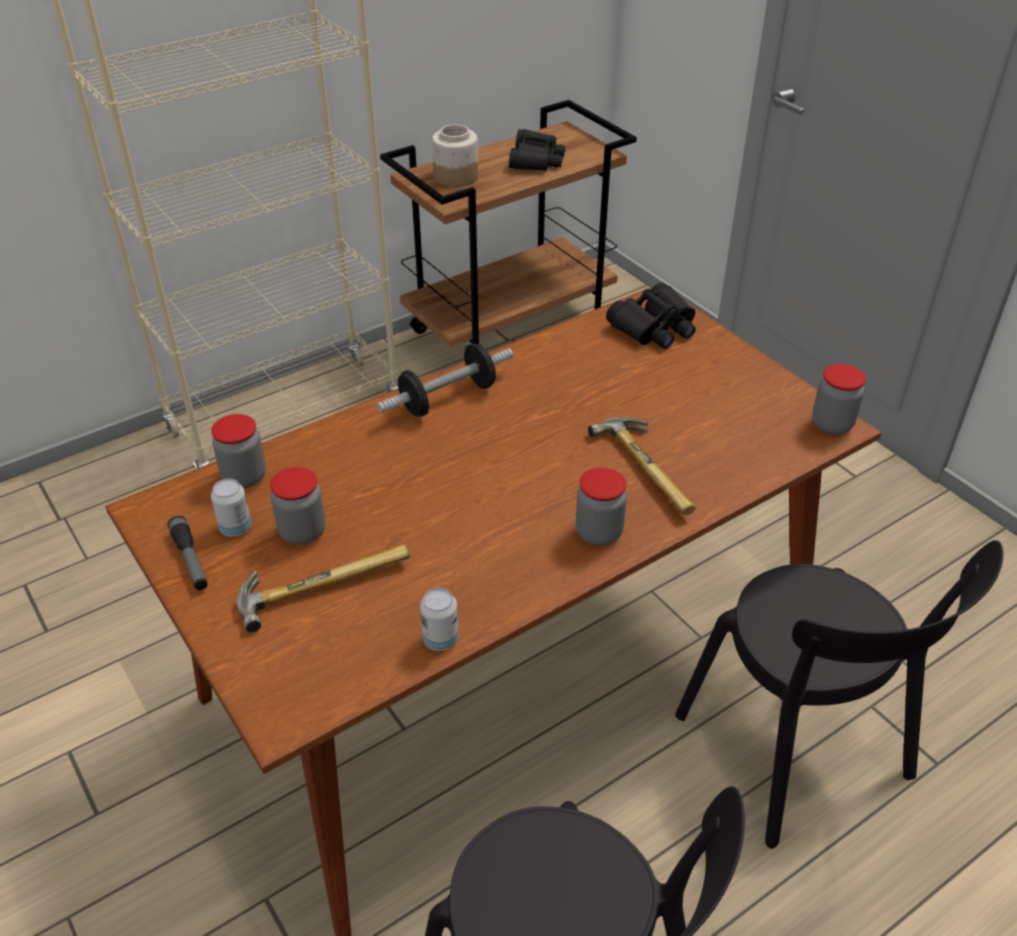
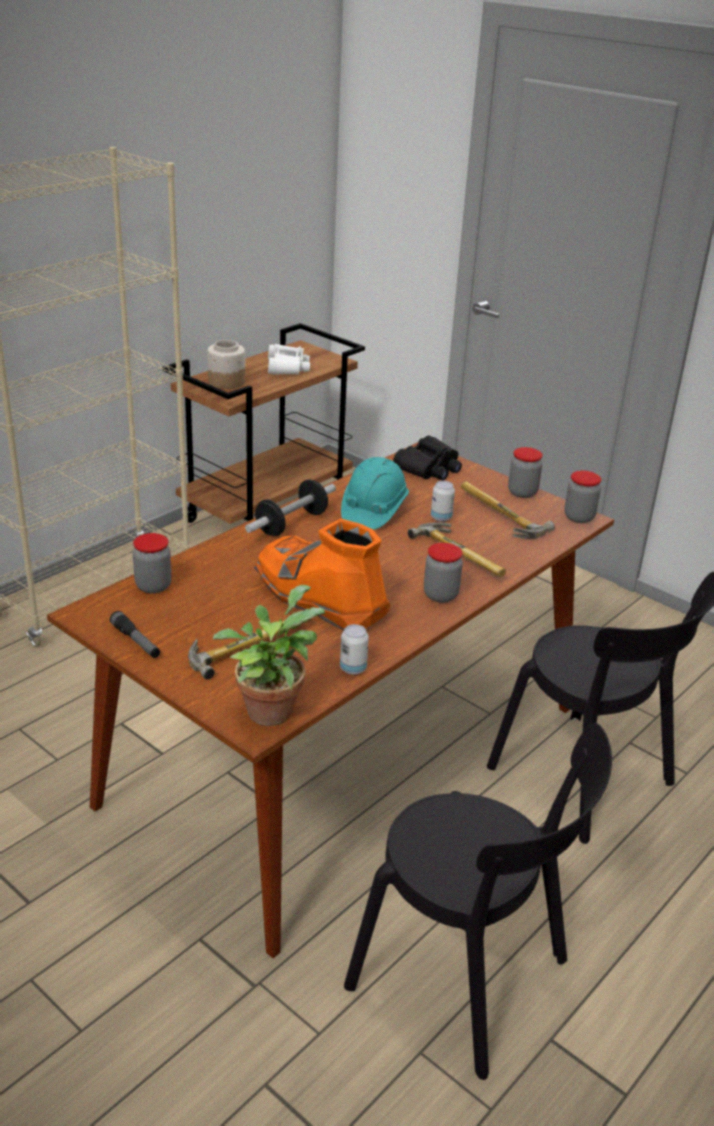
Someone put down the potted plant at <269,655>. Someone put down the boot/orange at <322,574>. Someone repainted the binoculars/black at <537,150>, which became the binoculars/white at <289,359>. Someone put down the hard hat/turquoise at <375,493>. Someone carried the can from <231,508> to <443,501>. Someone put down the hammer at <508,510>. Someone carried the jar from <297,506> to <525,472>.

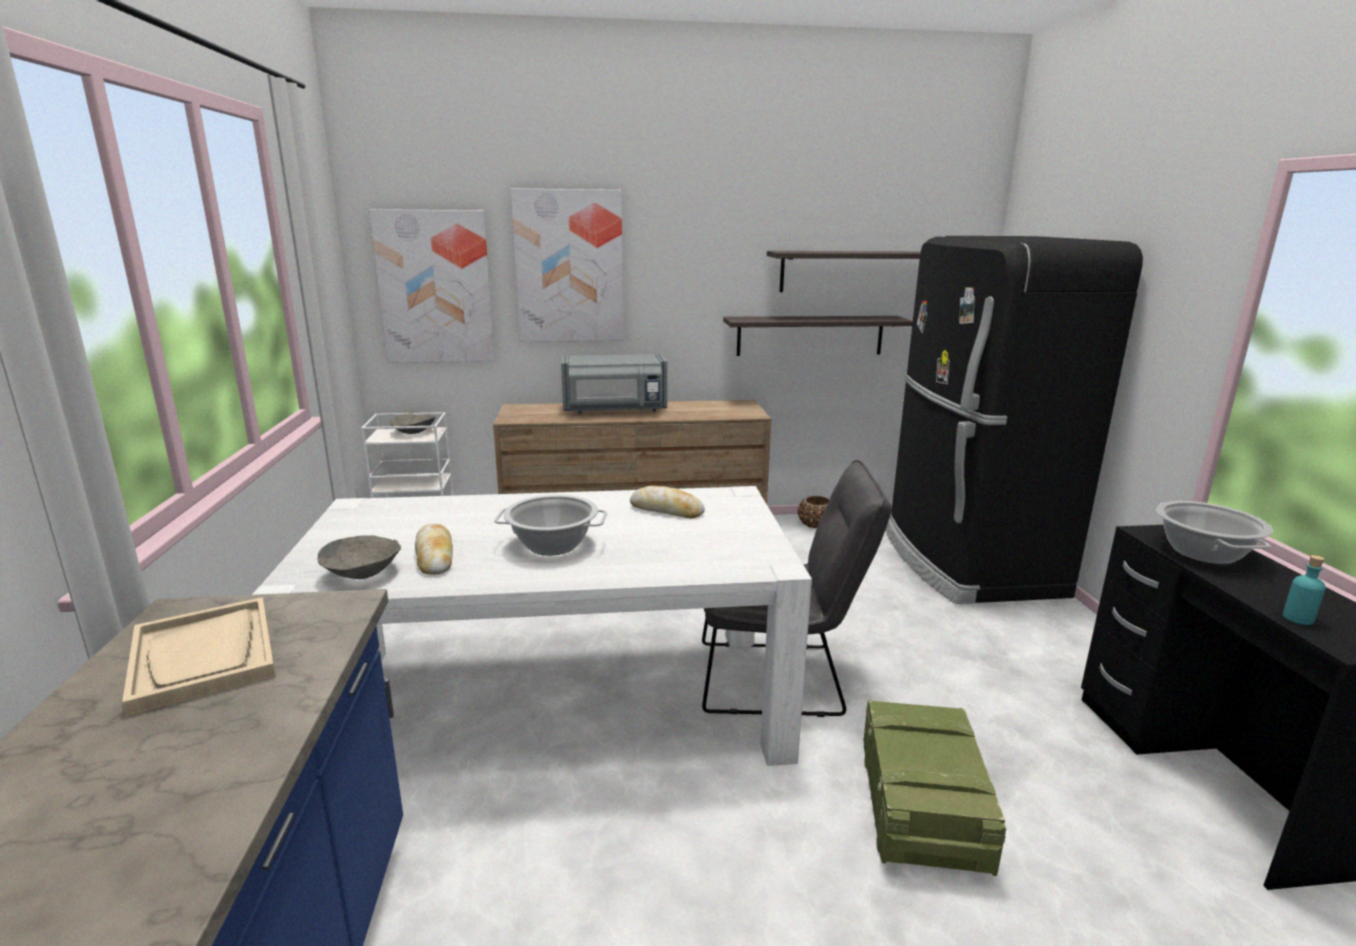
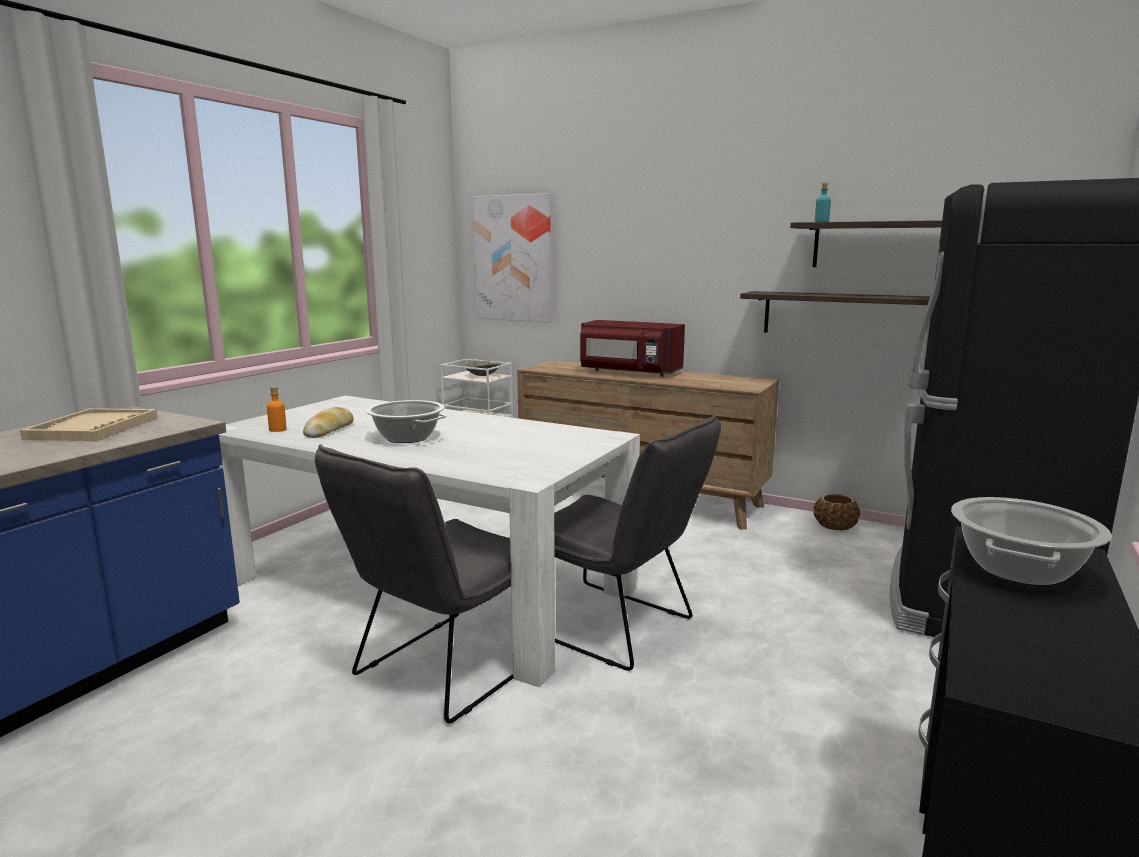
Someone swapped the bowl/grey at <359,557> for the bottle/orange at <277,409>. Someone put down the chair/grey at <414,584>. Someone repainted the microwave/grey at <614,384>, which became the microwave/red at <632,348>. Someone carried the bottle/turquoise from <1304,590> to <823,202>. Someone took away the picture at <567,265>. Someone took away the bread at <667,502>. Someone took away the crate at <934,788>.

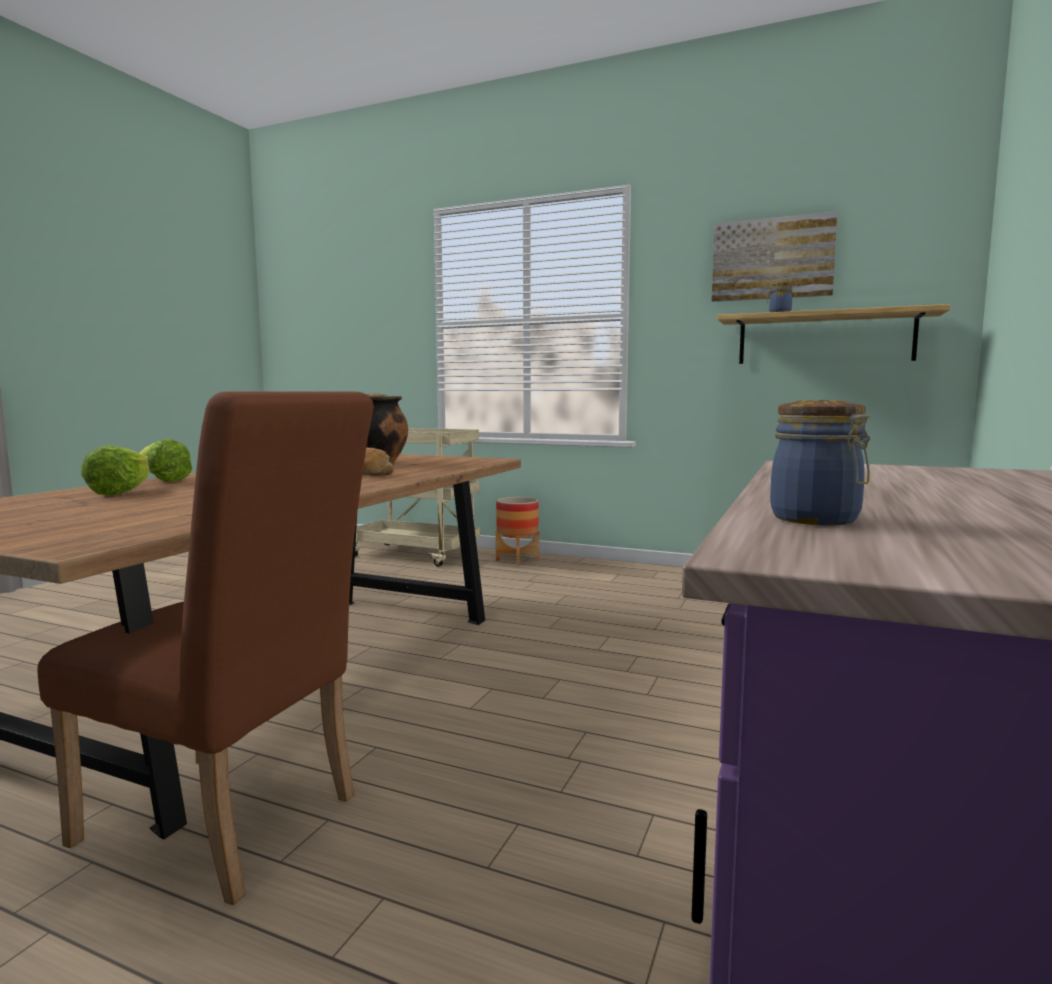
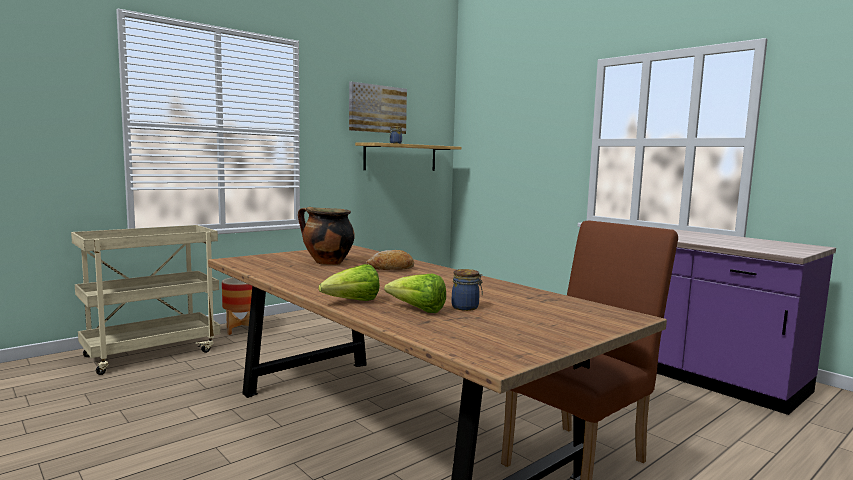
Someone carried the jar from <820,462> to <467,290>.

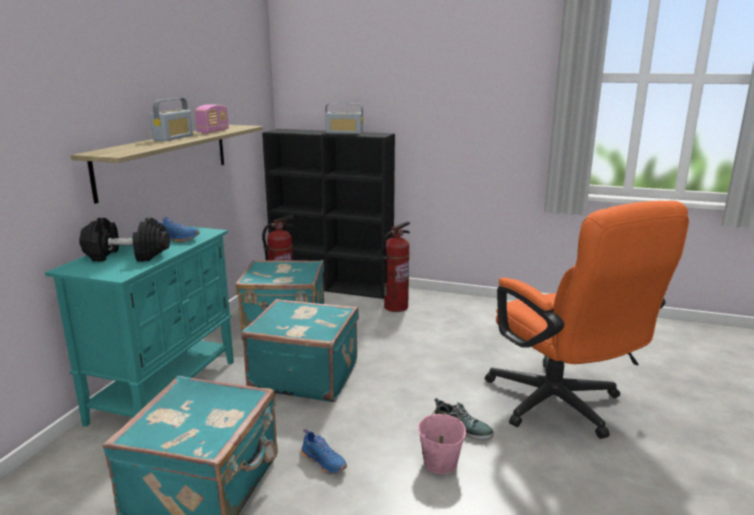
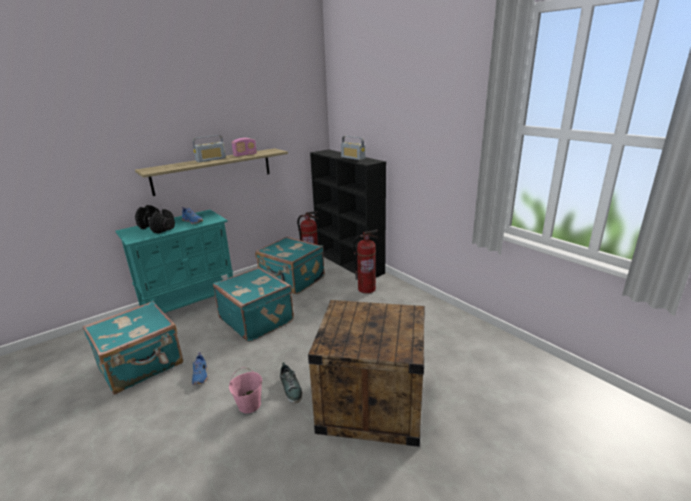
Someone swapped the office chair/orange at <587,320> for the crate at <366,373>.

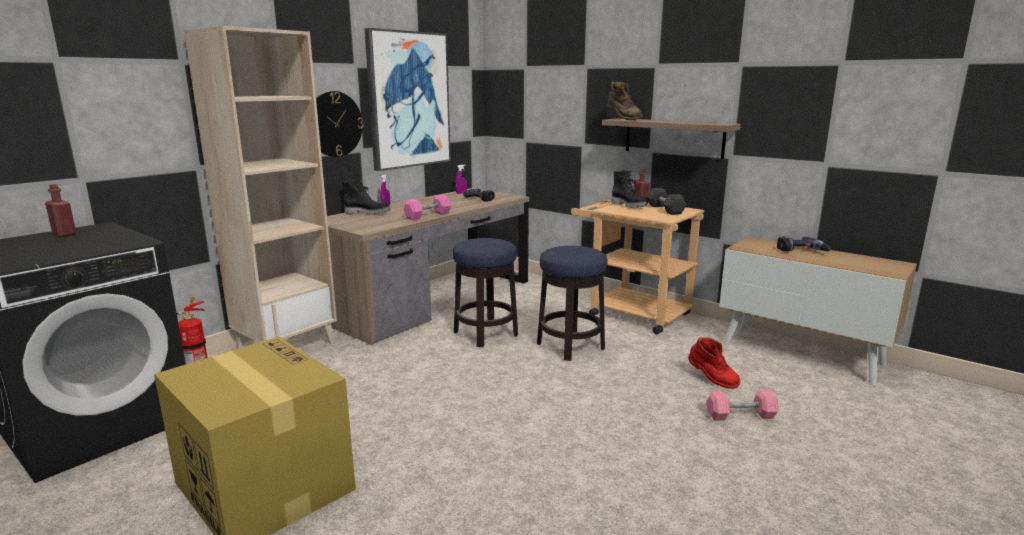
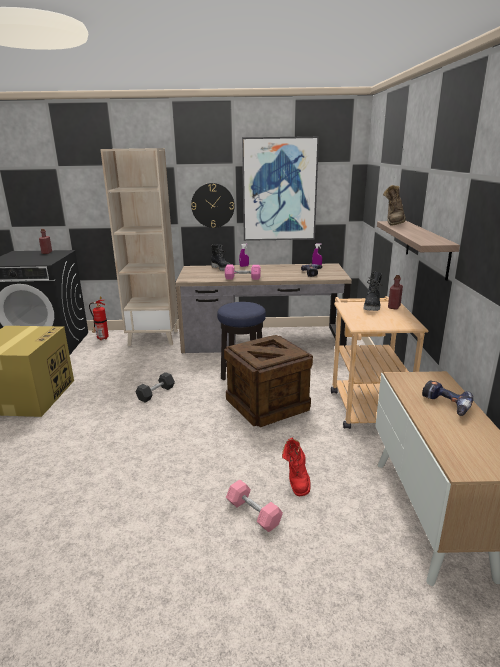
Someone carried the dumbbell/grey from <667,201> to <155,387>. Someone swapped the stool at <572,303> for the crate at <268,381>.

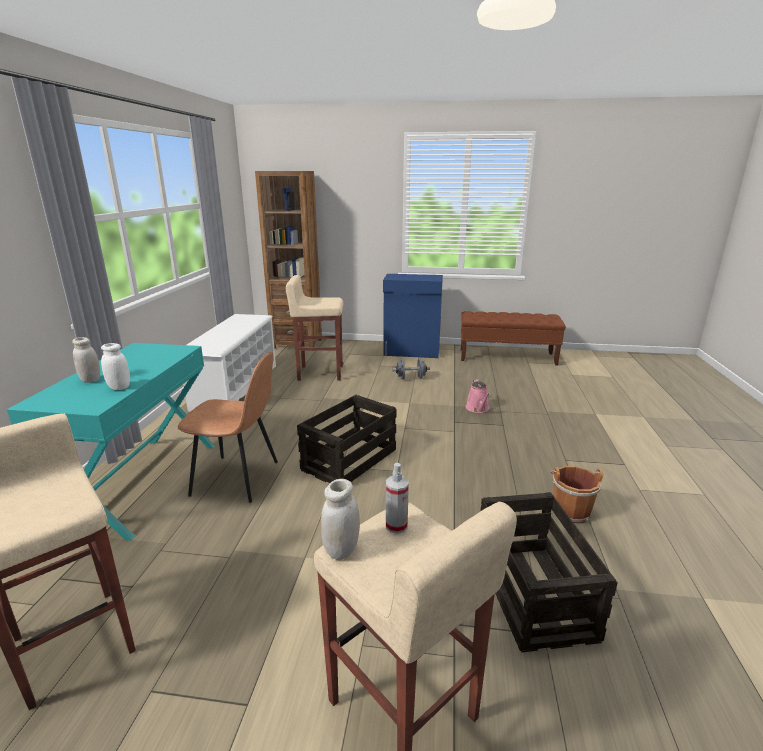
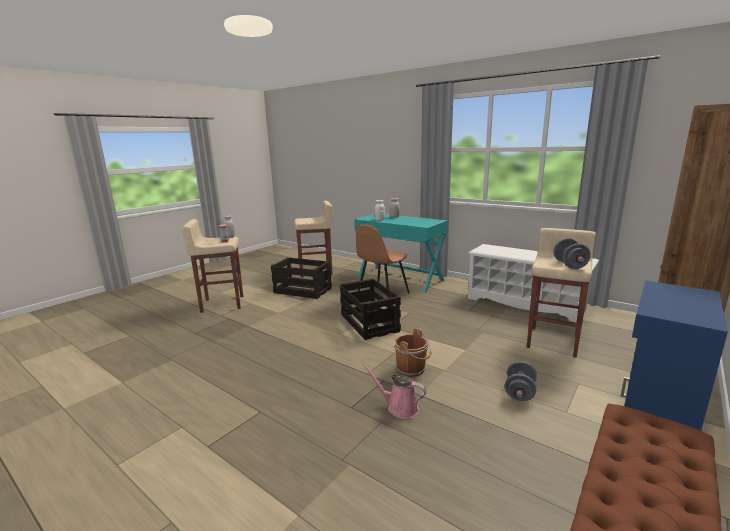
Someone carried the crate from <549,572> to <301,278>. Someone carried the bucket/brown from <577,494> to <413,352>. Someone put down the dumbbell/grey at <572,253>.

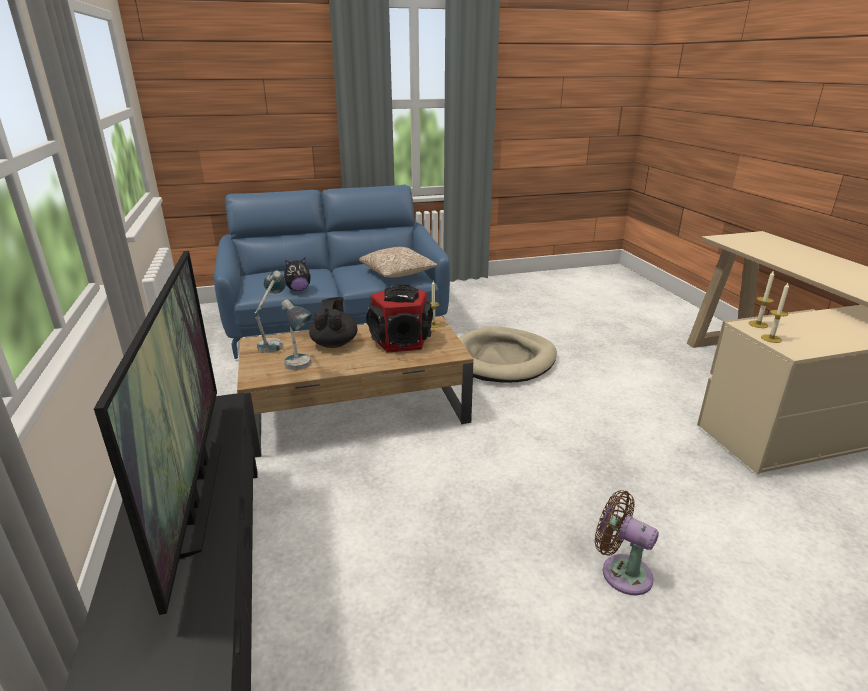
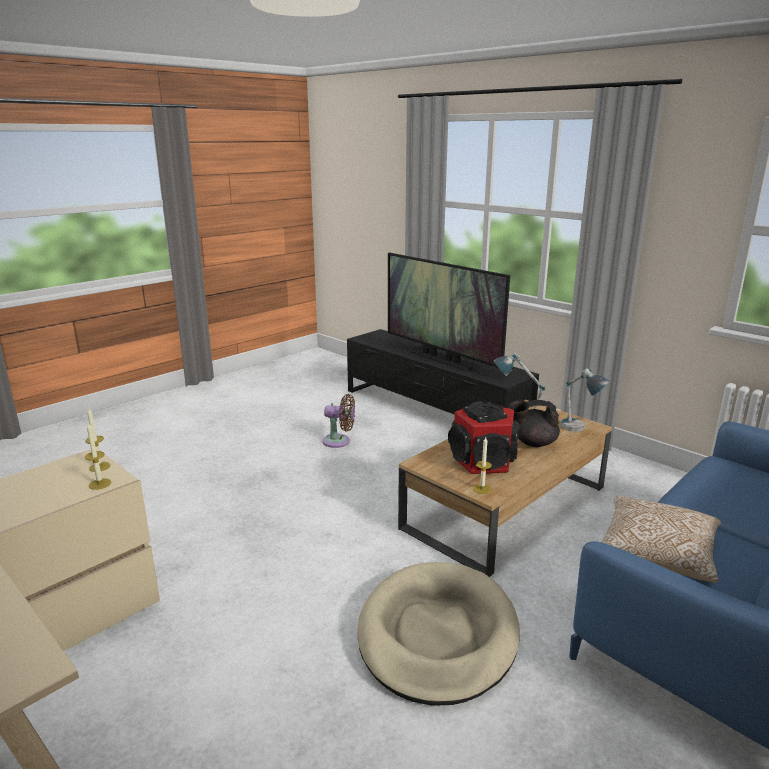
Someone carried the fan/brown from <627,542> to <339,421>. Someone rotated the teapot/black at <333,322> by 120 degrees clockwise. Someone took away the plush toy at <297,274>.

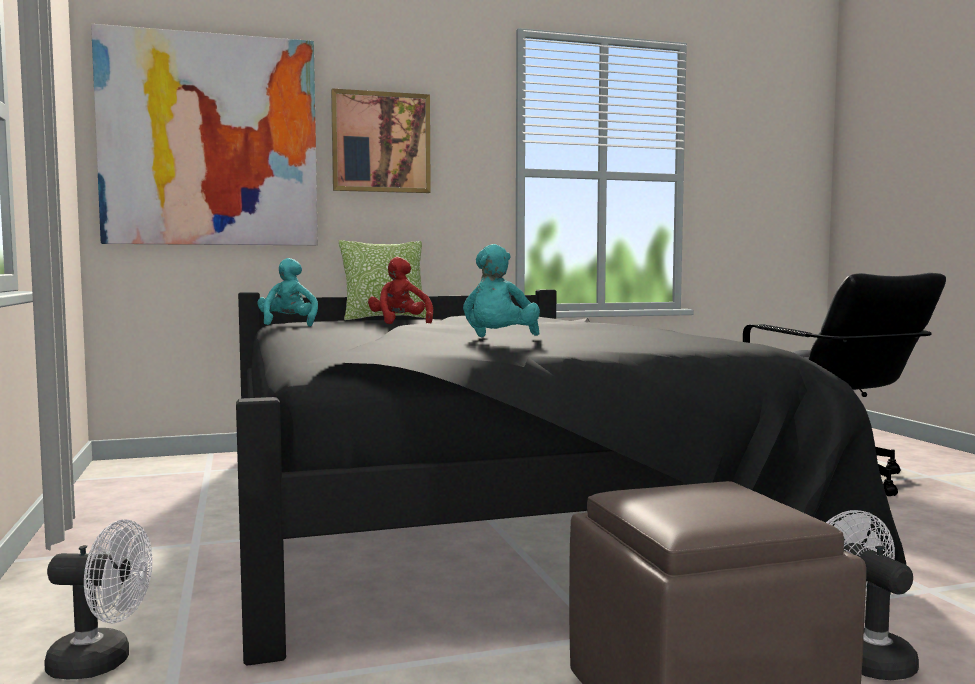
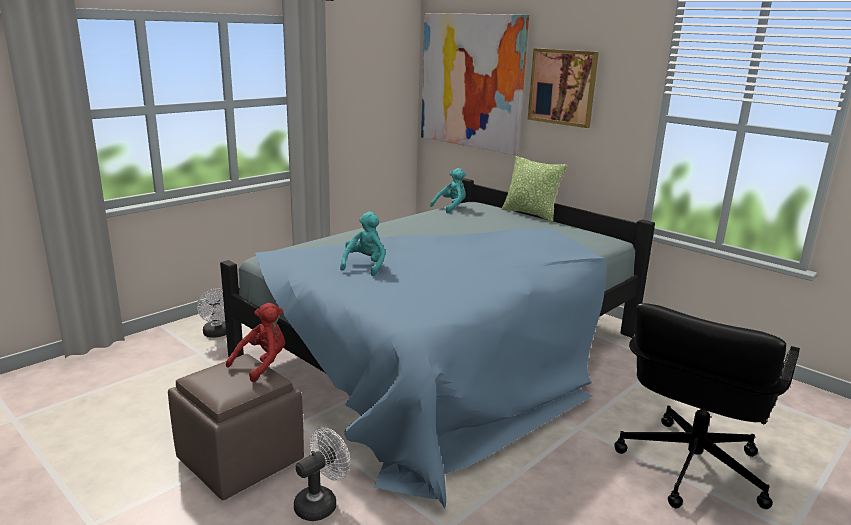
Someone repainted the bed/black at <571,478>, which became the bed/blue at <437,343>. Someone carried the plush toy/red from <400,290> to <255,342>. Someone rotated the plush toy/turquoise at <501,290> by 120 degrees clockwise.

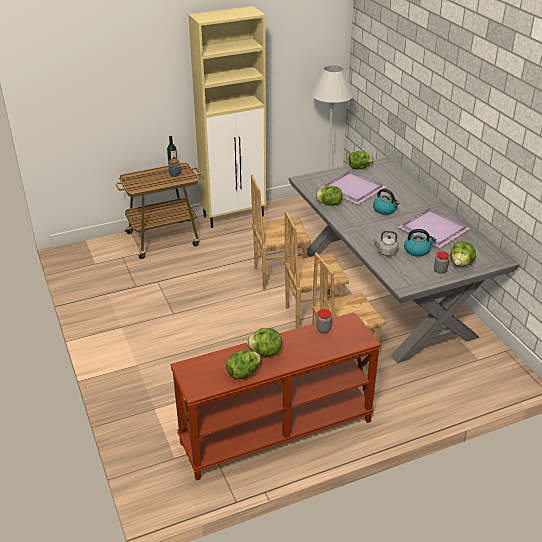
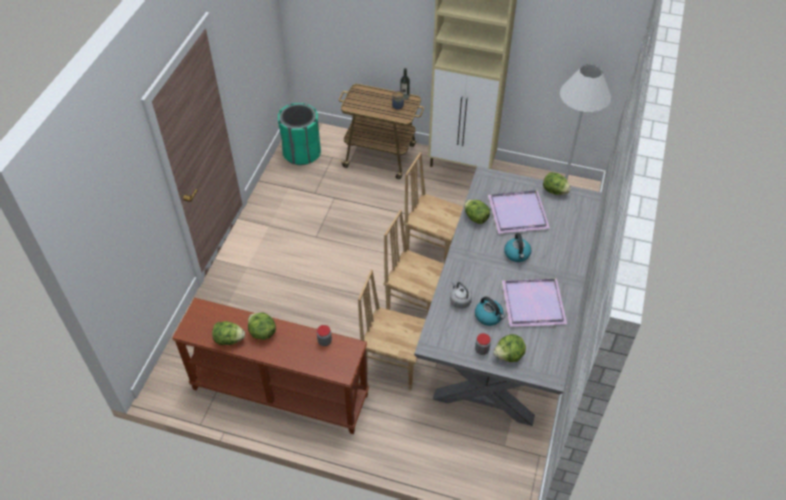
Someone put down the trash can/green at <299,134>.

